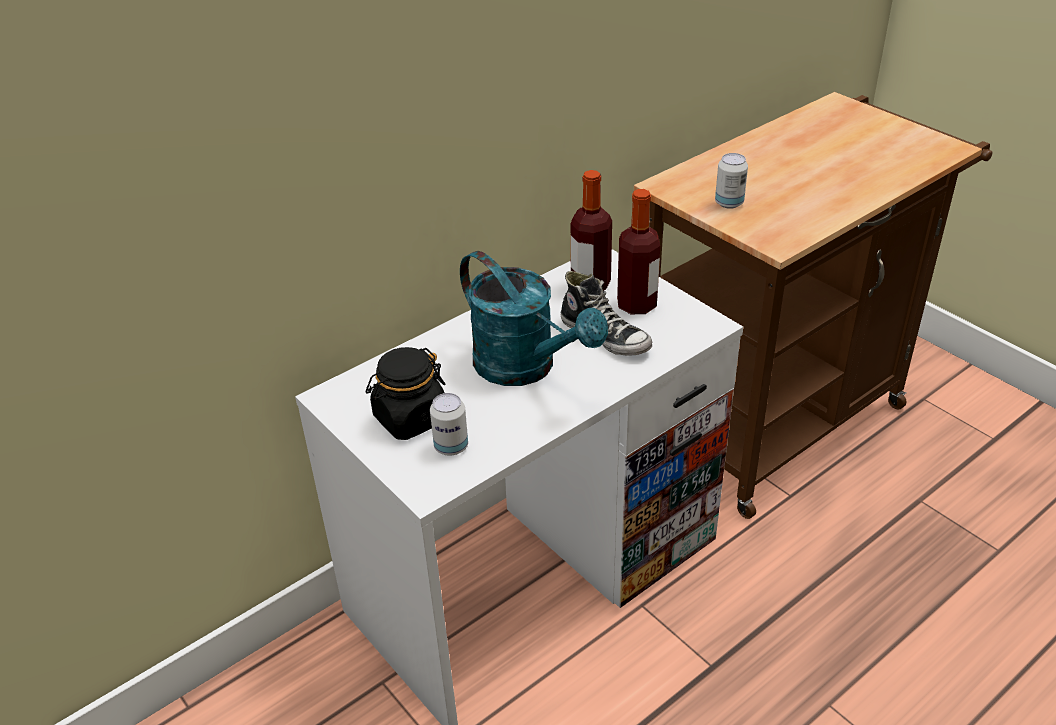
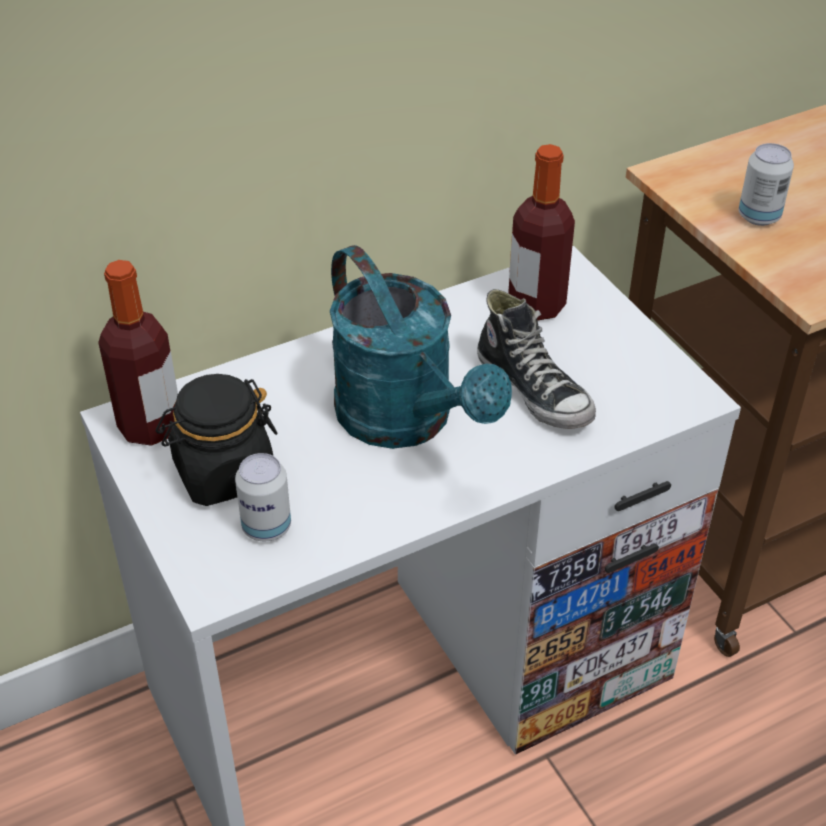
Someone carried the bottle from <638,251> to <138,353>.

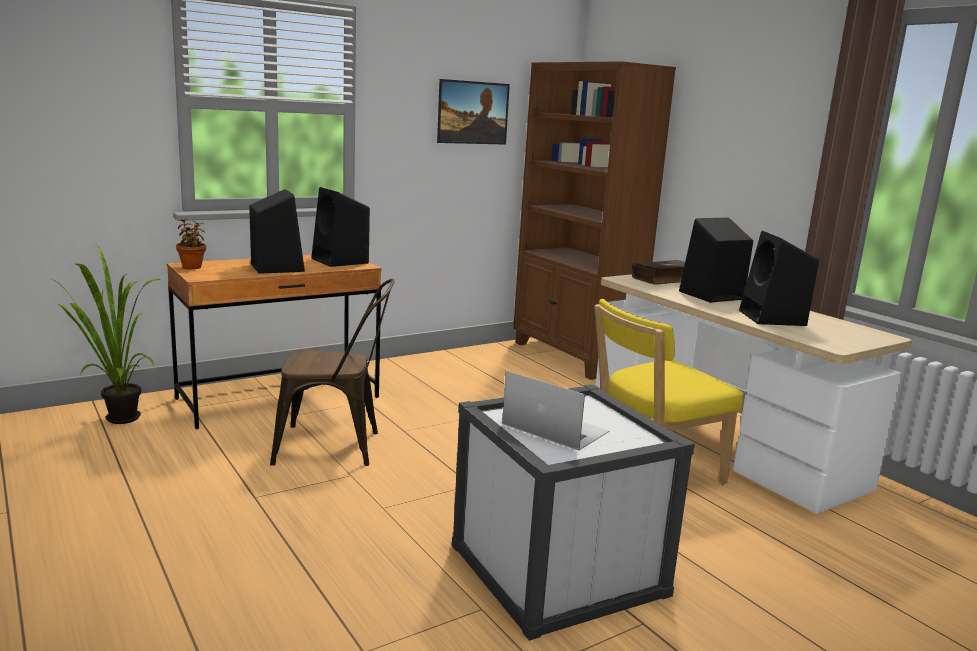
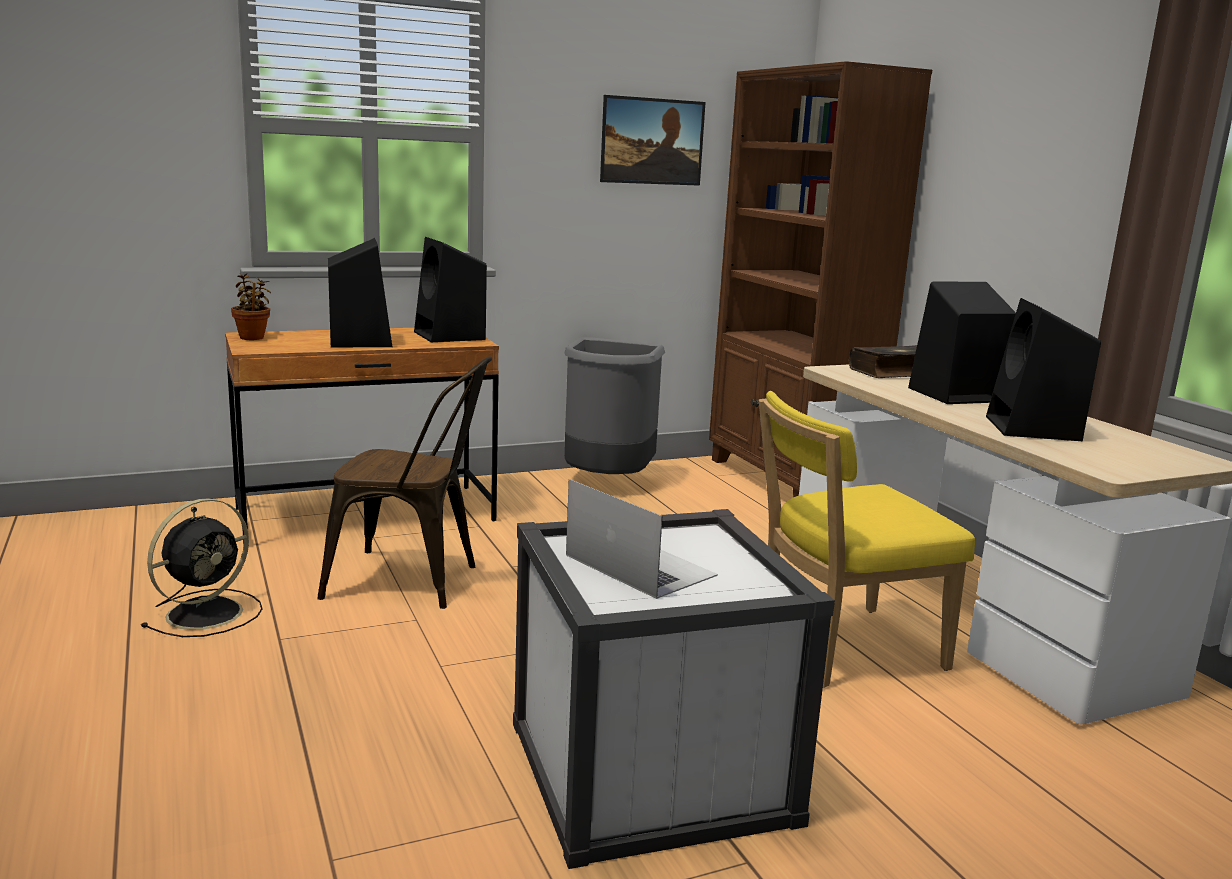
Someone put down the fan/black at <202,567>. Someone put down the trash can/grey at <614,405>. Someone took away the potted plant at <106,334>.

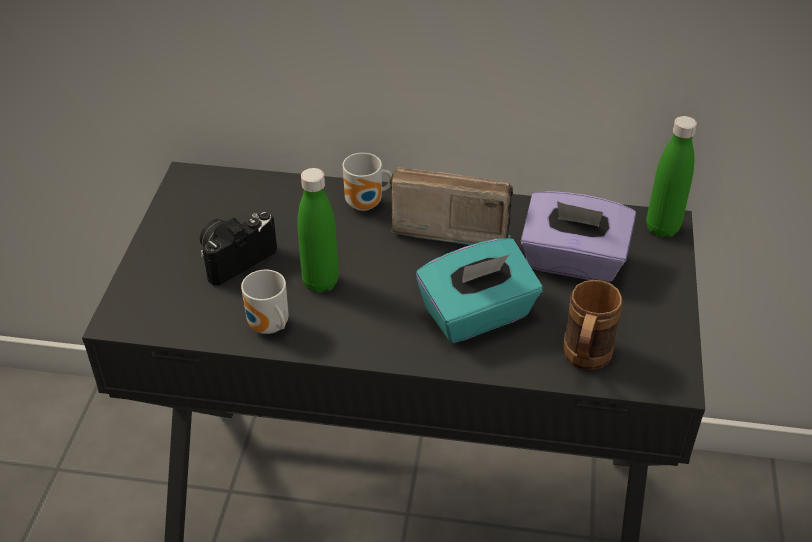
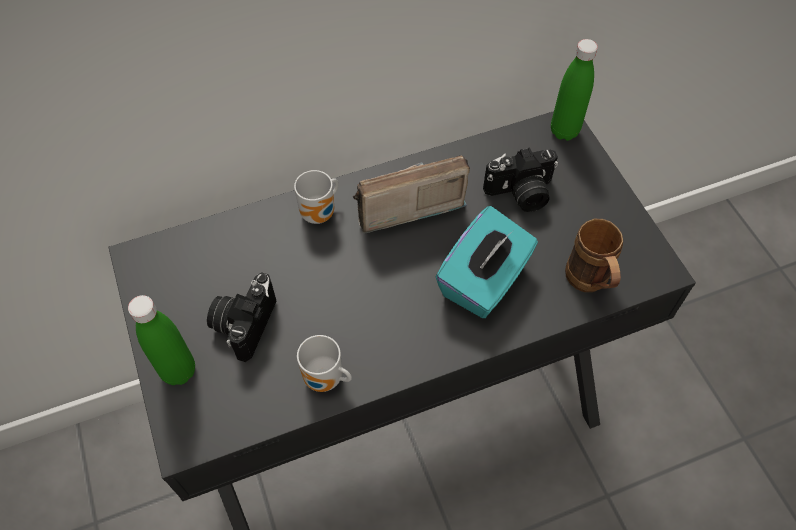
Someone carried the bottle/green from <318,230> to <161,340>. Someone swapped the tissue box/purple at <578,237> for the photo camera at <520,179>.

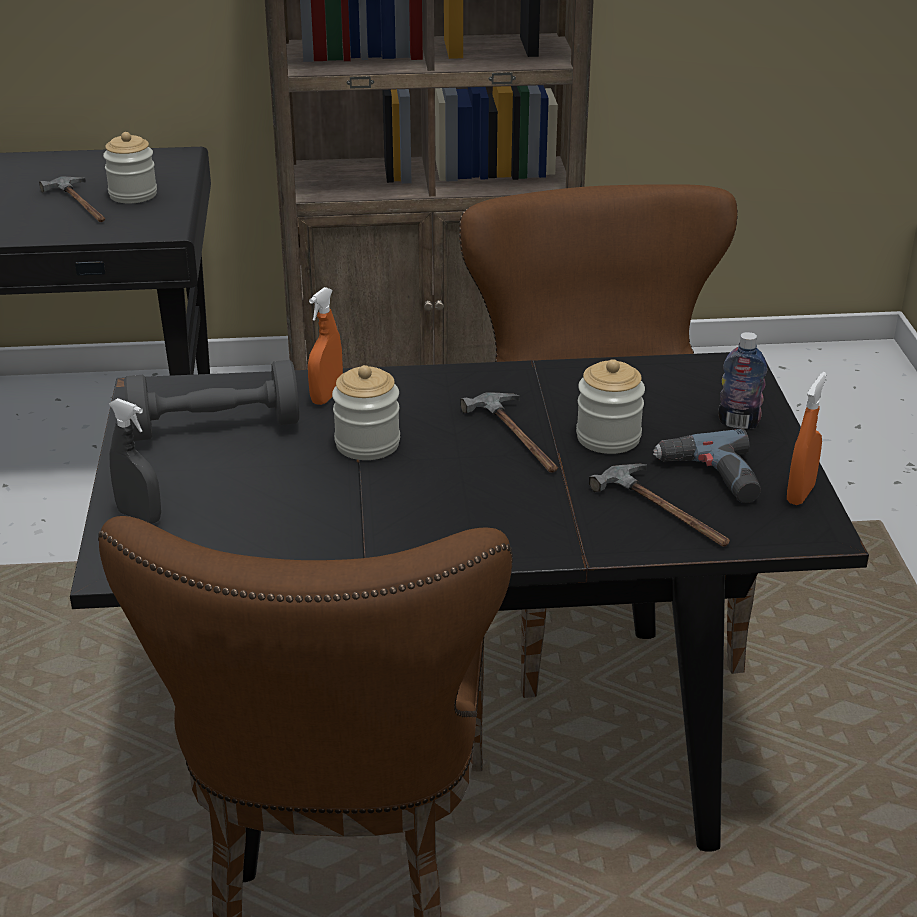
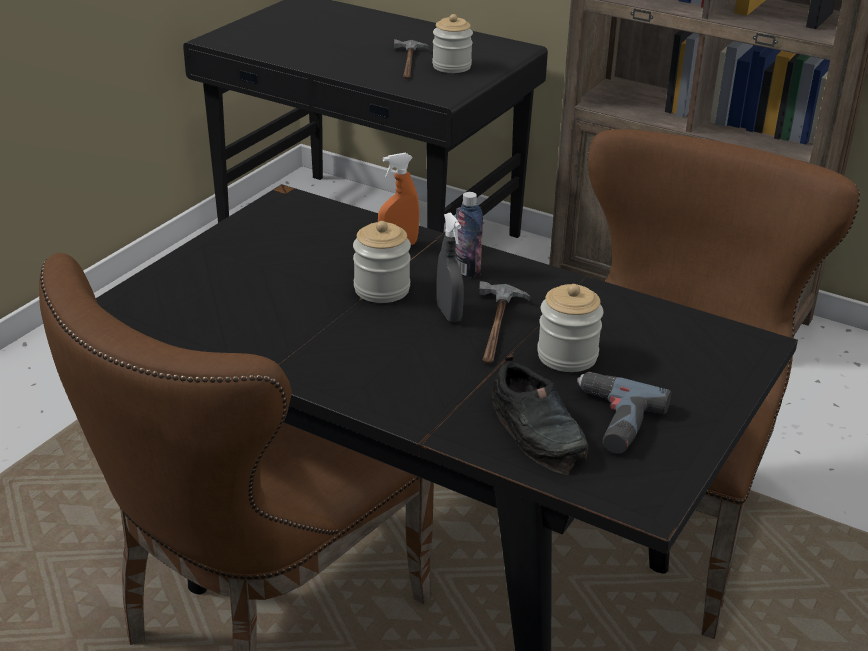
Someone carried the spray bottle/grey from <135,461> to <450,267>. Someone carried the bottle from <742,380> to <469,235>. Someone swapped the hammer at <659,505> for the shoe/black at <540,415>. Someone took away the dumbbell/grey at <211,400>. Someone took away the spray bottle/orange at <807,438>.

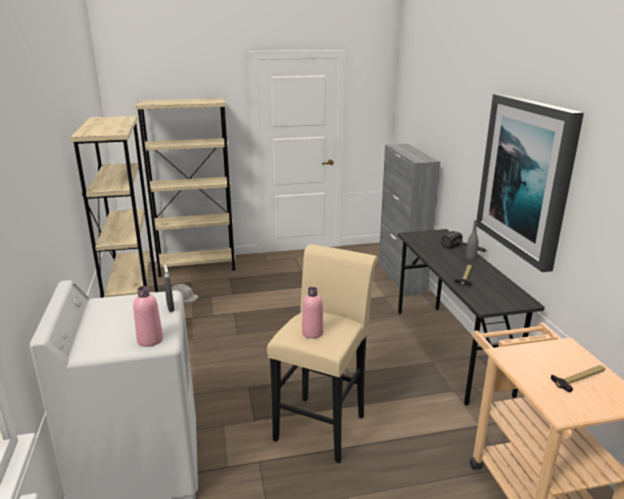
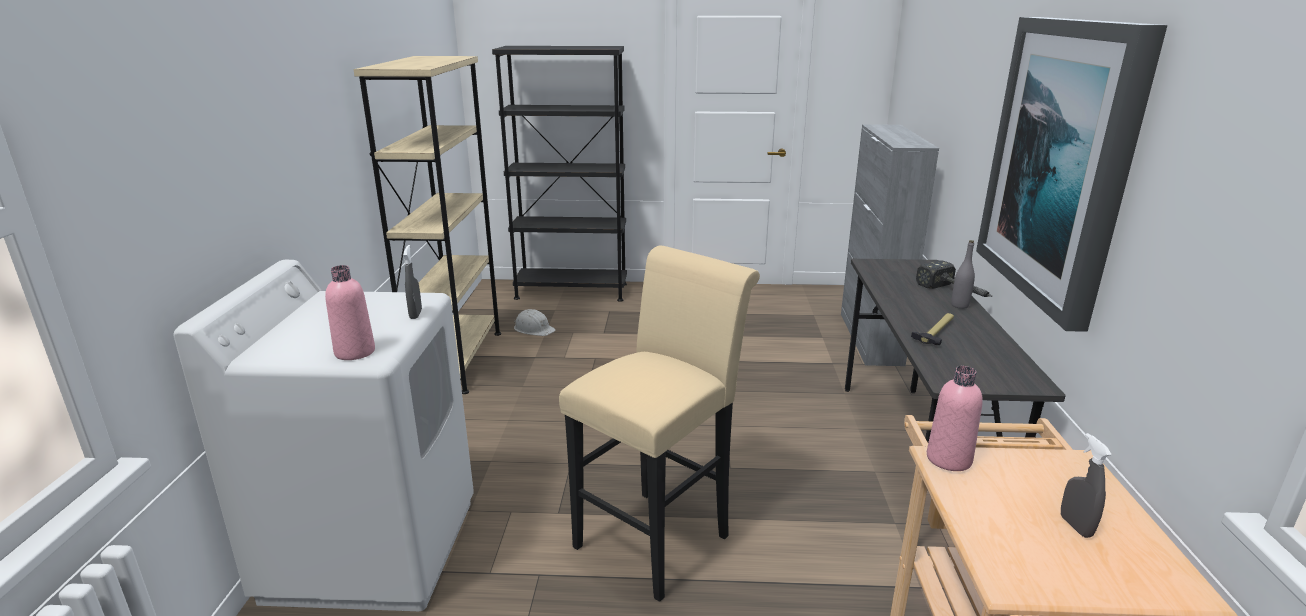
Someone repainted the bookcase/beige at <186,187>, which became the bookcase/black at <559,174>. Someone carried the bottle/pink from <312,312> to <955,418>. Someone swapped the hammer at <578,378> for the spray bottle/grey at <1086,485>.

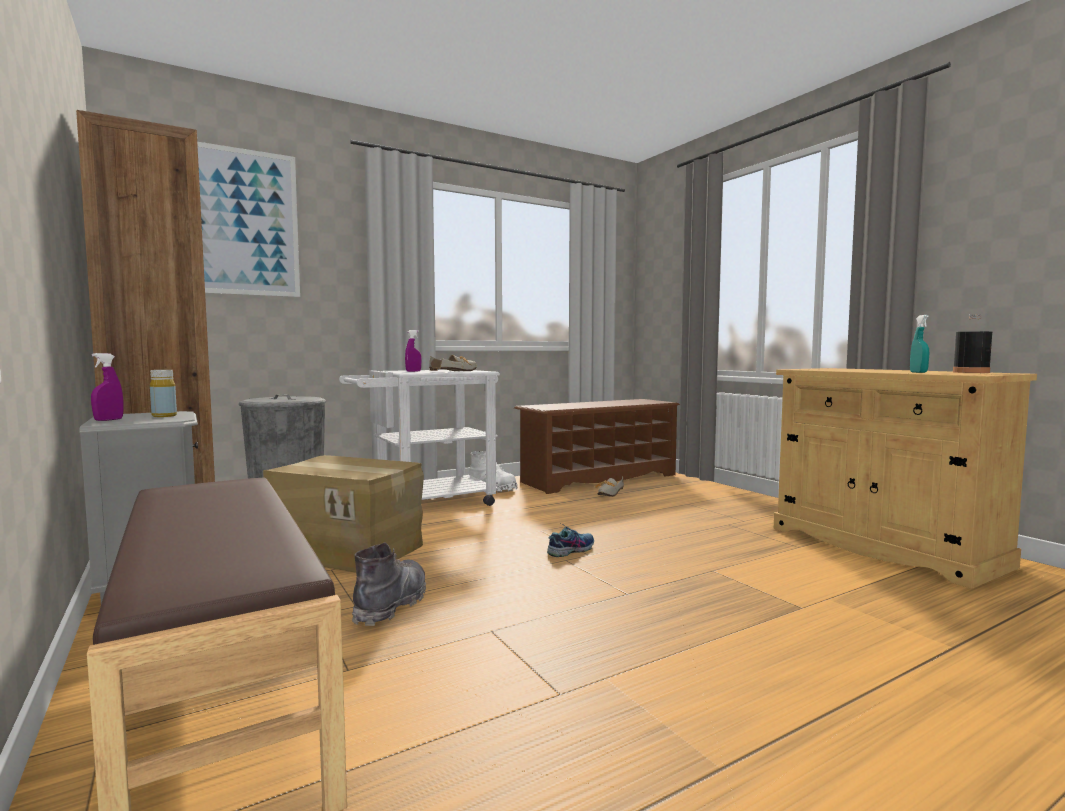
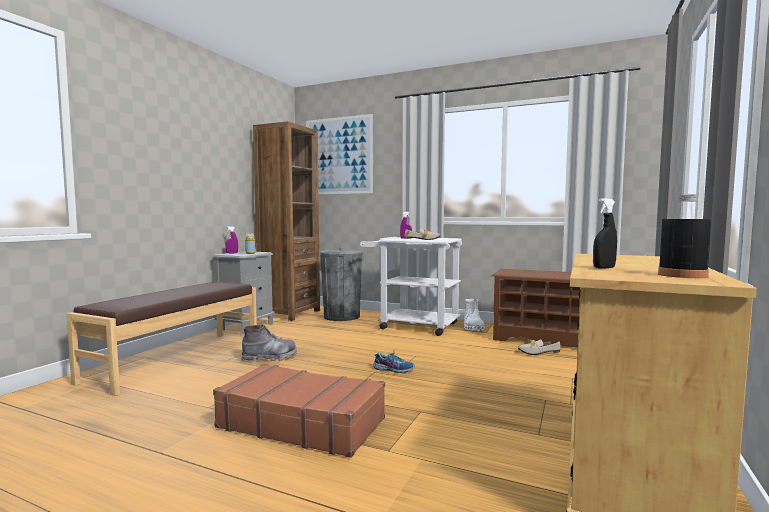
Someone put down the suitcase/brown at <299,411>. Someone repainted the spray bottle/turquoise at <919,344>, which became the spray bottle/black at <605,233>. Someone took away the cardboard box at <343,514>.

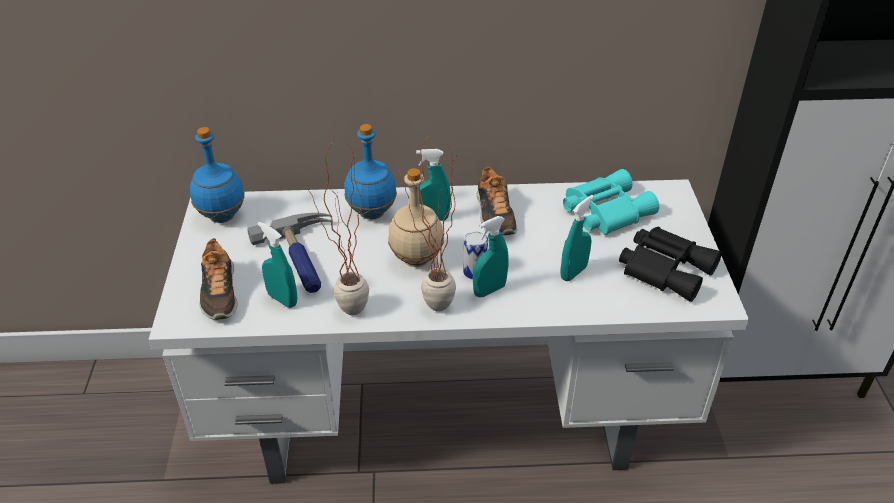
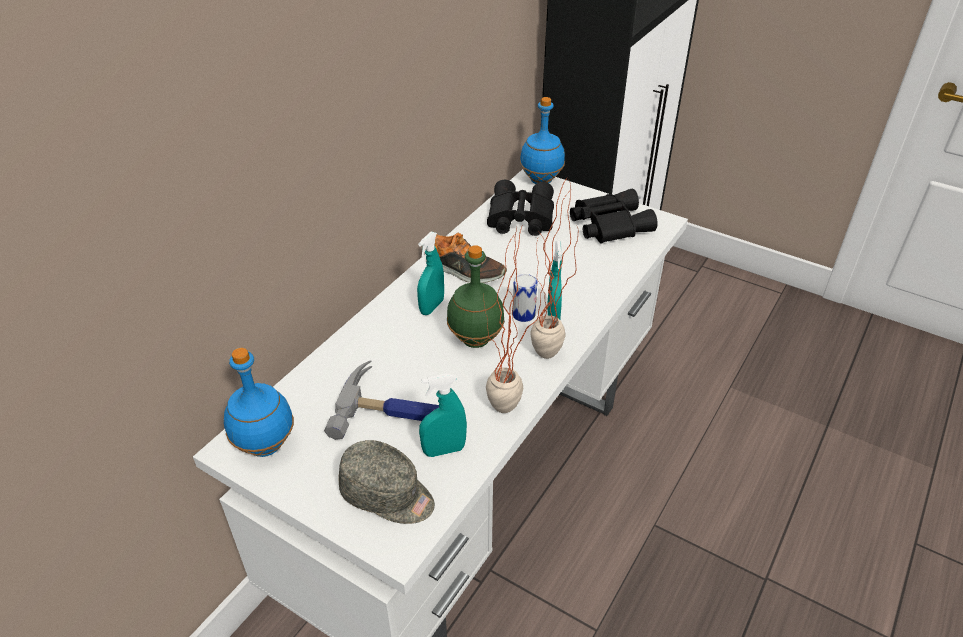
Someone swapped the shoe at <219,279> for the cap/grey at <387,482>. Someone repainted the bottle/beige at <416,217>, which became the bottle/green at <476,296>. Someone repainted the binoculars/turquoise at <611,202>, which became the binoculars/black at <520,208>. Someone carried the bottle/blue from <370,172> to <542,140>. Someone took away the spray bottle/turquoise at <577,238>.

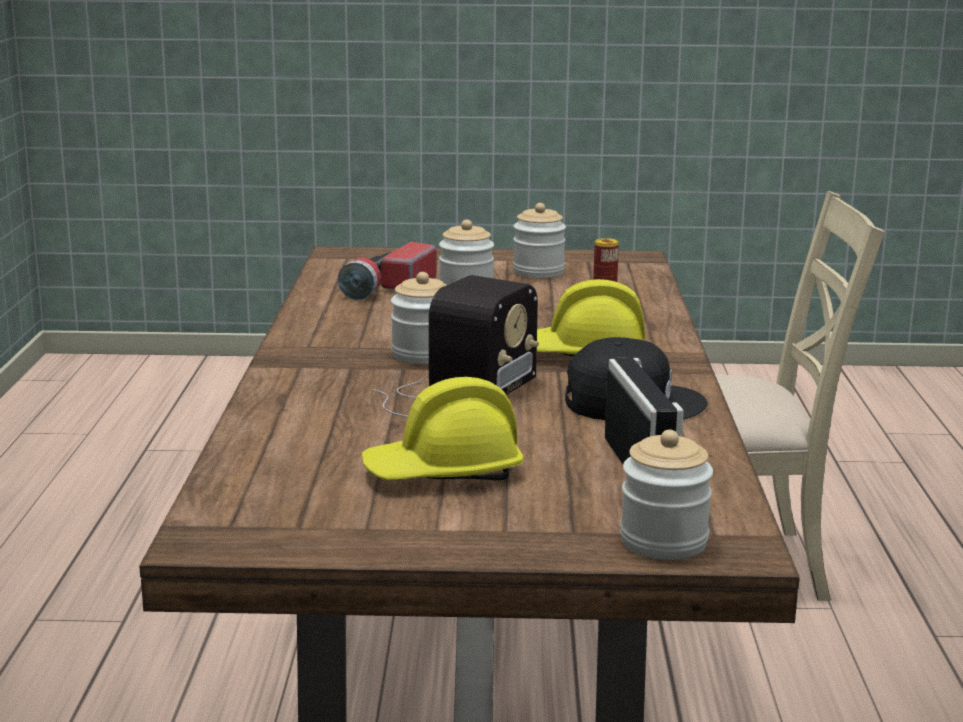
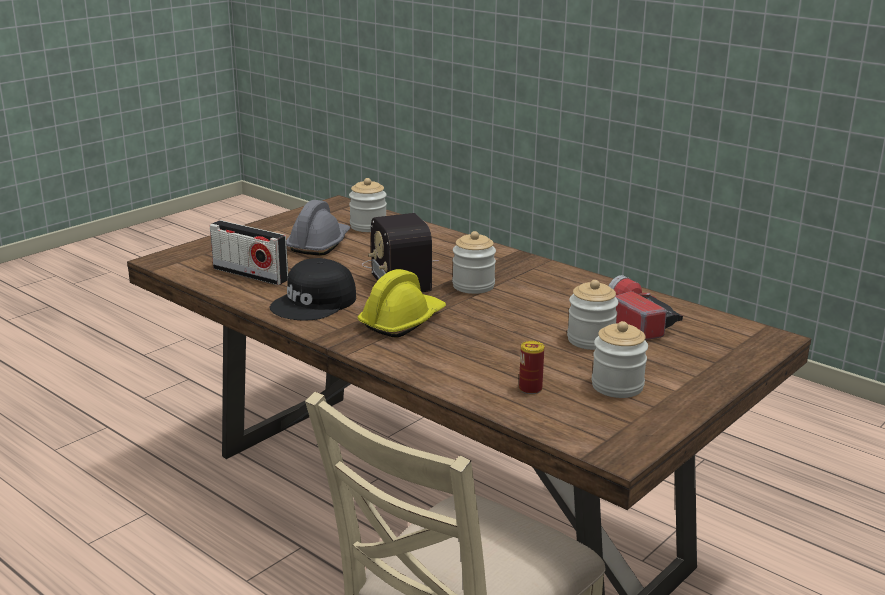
Someone repainted the hard hat/yellow at <443,428>, which became the hard hat/grey at <318,228>. Someone carried the jar from <666,495> to <368,205>.

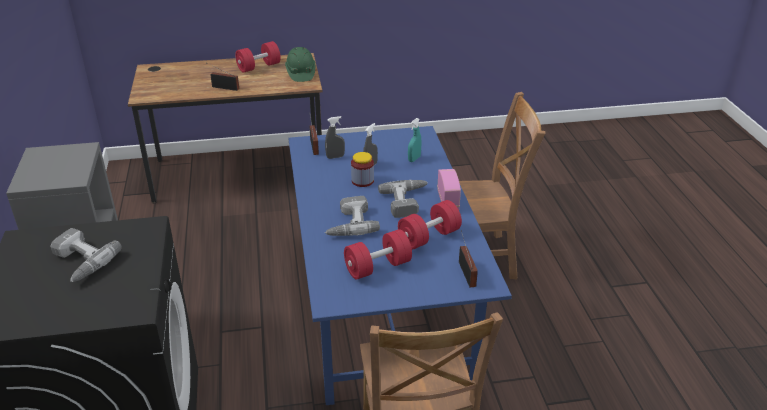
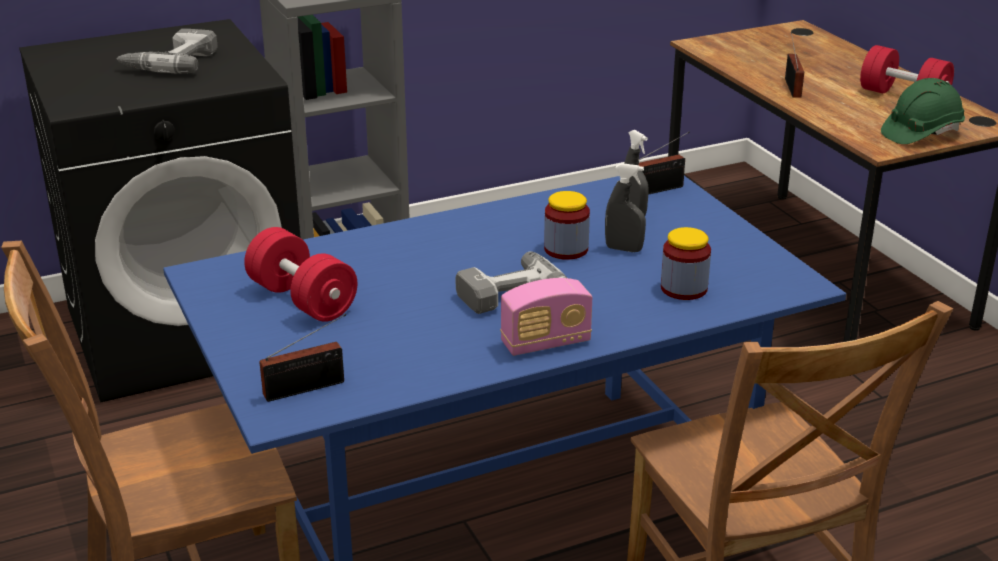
Someone swapped the spray bottle/turquoise at <415,140> for the jar at <686,263>. Someone took away the power drill at <352,216>. Someone took away the dumbbell/red at <430,225>.

